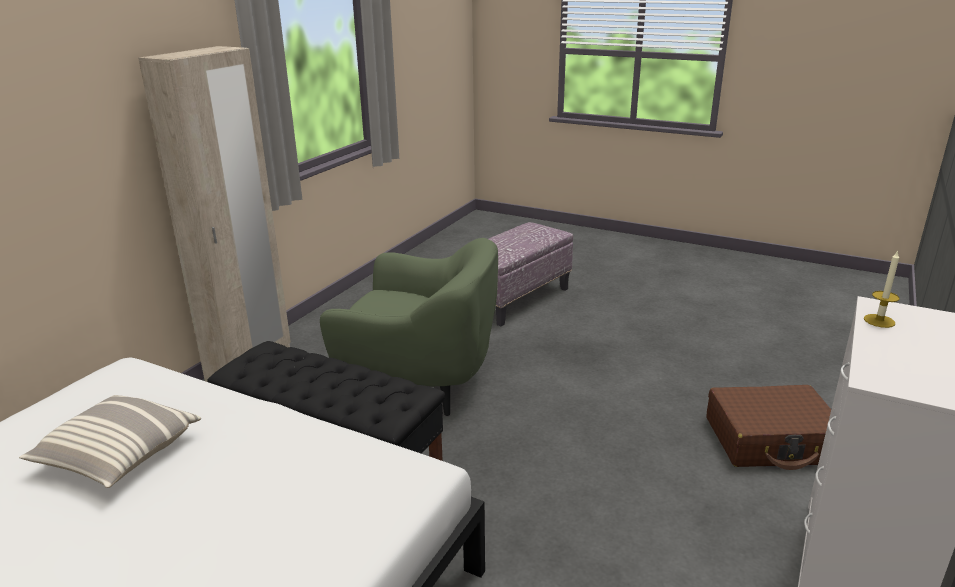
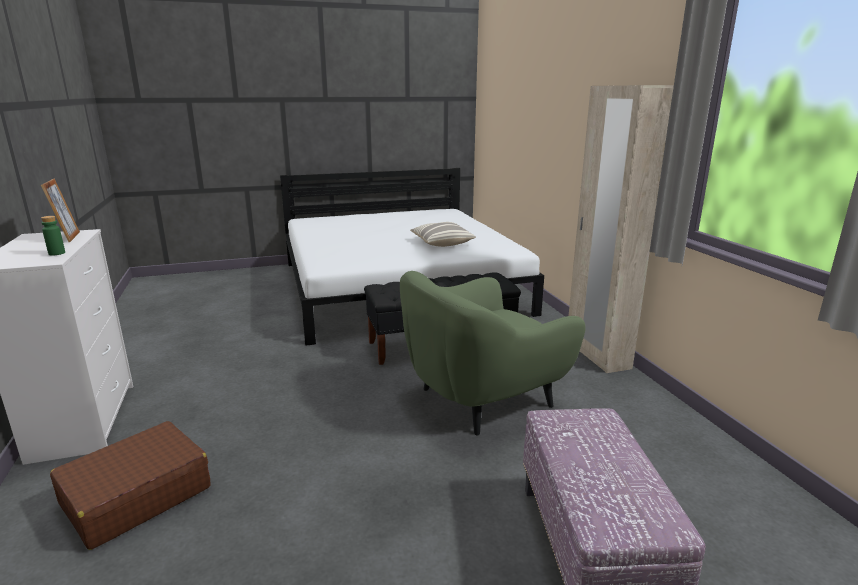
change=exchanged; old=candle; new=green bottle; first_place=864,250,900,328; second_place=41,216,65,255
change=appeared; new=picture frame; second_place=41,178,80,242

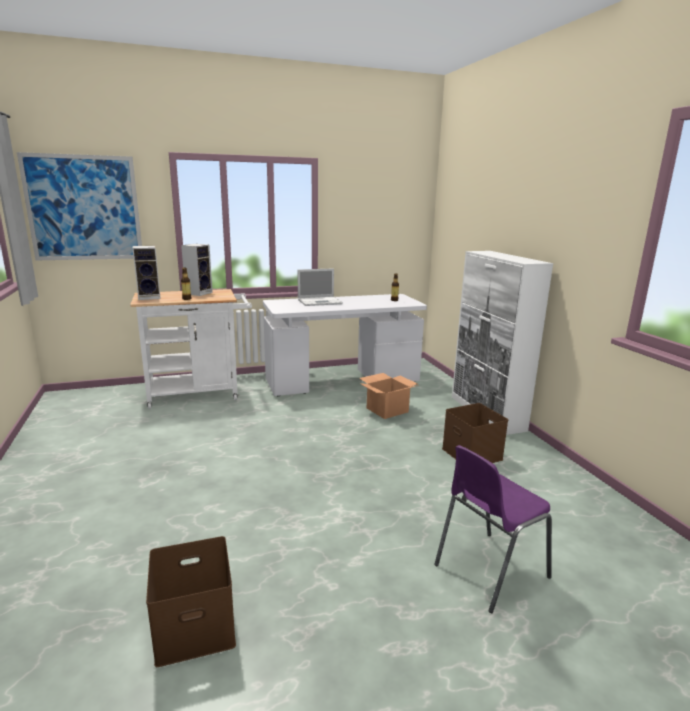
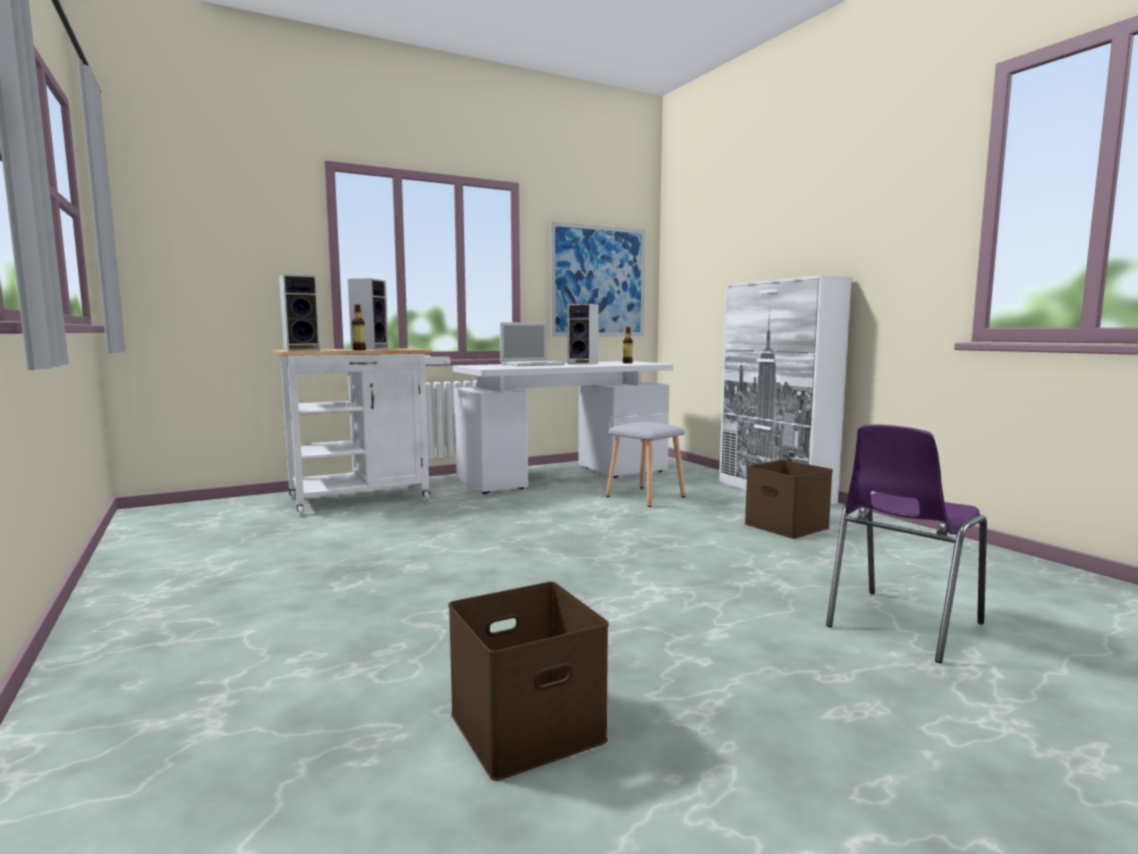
change=relocated; old=picture; first_place=17,152,142,260; second_place=550,221,646,337
change=exchanged; old=cardboard box; new=grey stool; first_place=359,373,419,419; second_place=606,422,686,507
change=appeared; new=speaker; second_place=568,304,599,365

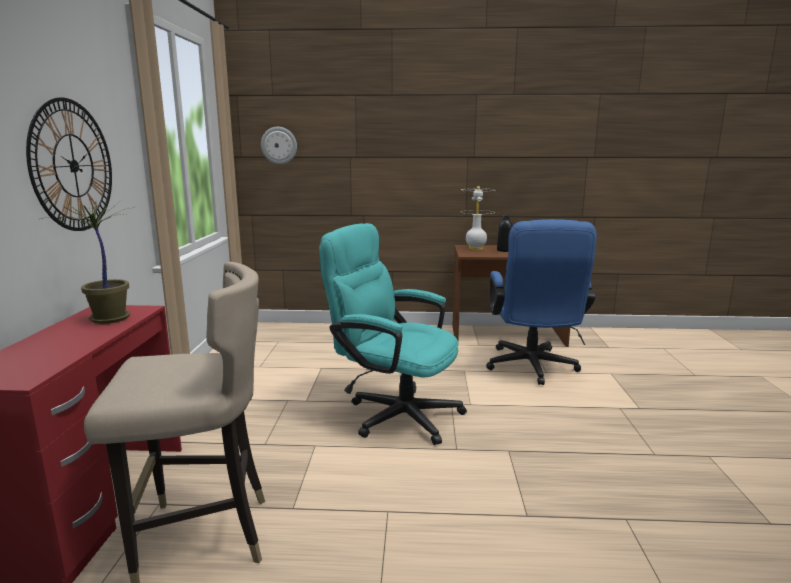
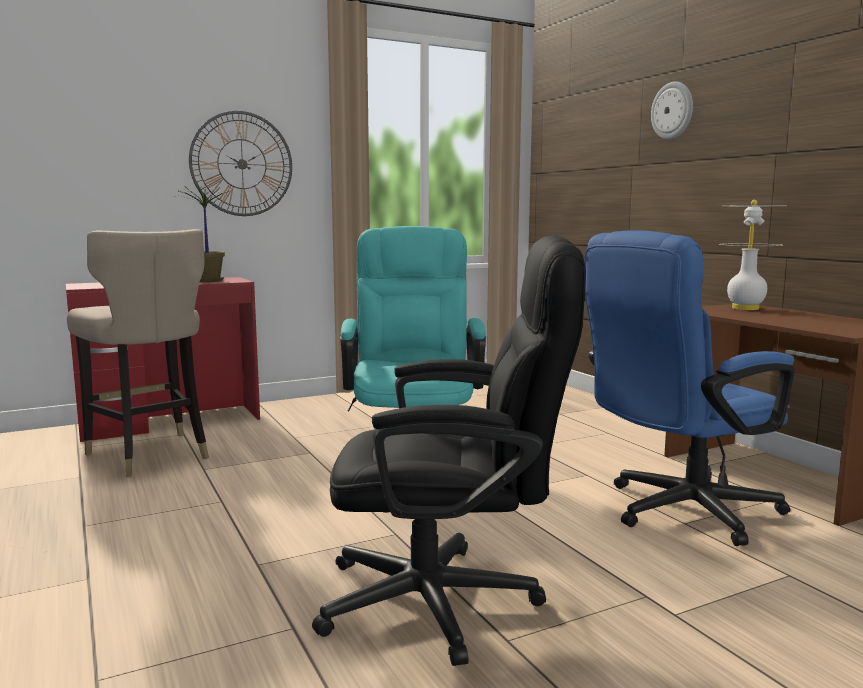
change=relocated; old=wall clock; first_place=261,127,297,164; second_place=651,81,693,139
change=missing; old=black bottle; first_place=497,215,513,252
change=appeared; new=black office chair; second_place=312,235,586,666

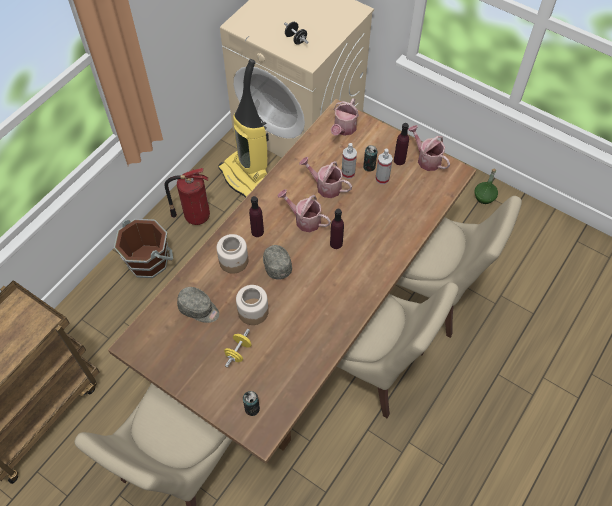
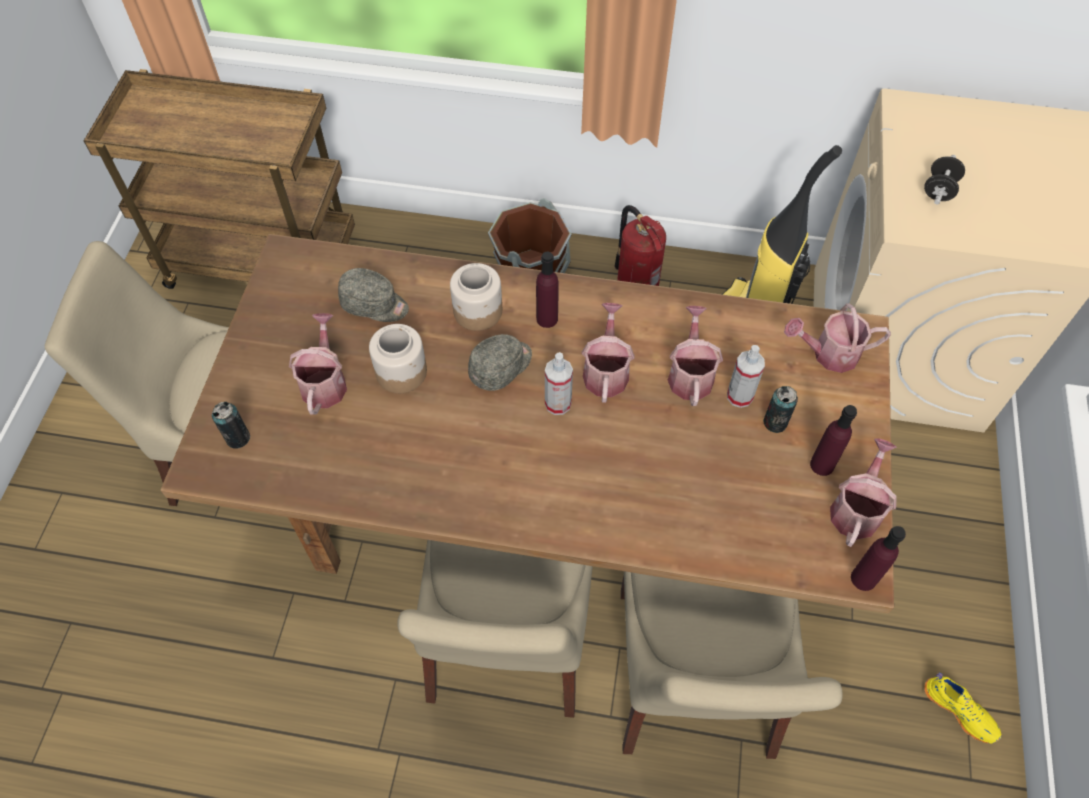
change=spun; old=grey cap; first_place=177,287,219,323; second_place=338,268,409,322; degrees=-75
change=exchanged; old=yellow dumbbell; new=watering can; first_place=224,329,252,367; second_place=289,313,347,415
change=relocated; old=purple bottle; first_place=330,209,344,249; second_place=851,526,906,591
change=relocated; old=spray bottle; first_place=375,149,393,184; second_place=545,352,573,415
change=exchanged; old=green bottle; new=yellow shoe; first_place=475,169,498,204; second_place=924,673,1002,744

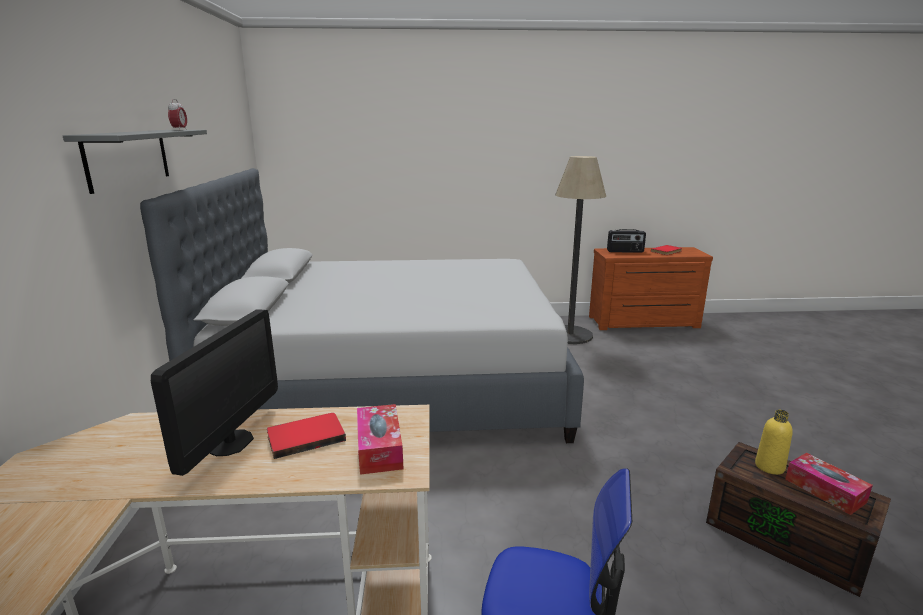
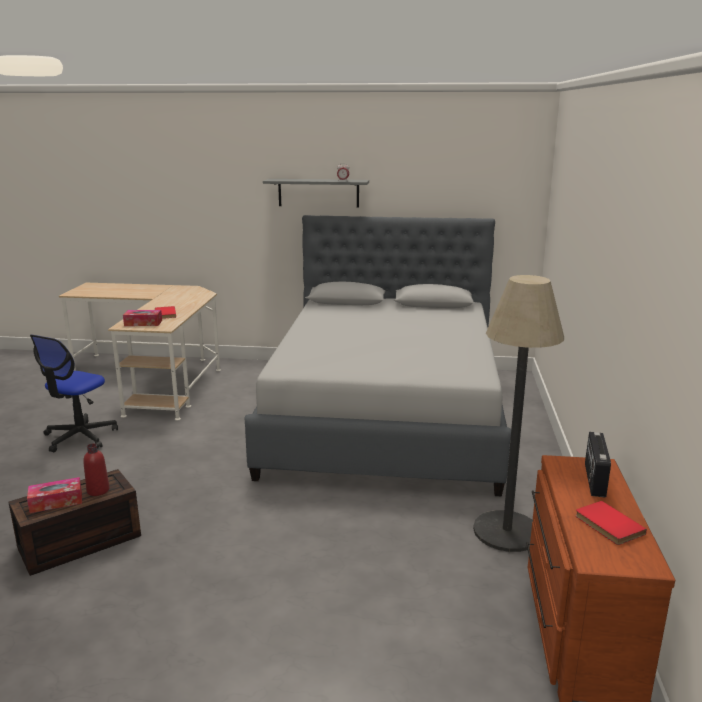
change=missing; old=monitor; first_place=151,309,278,476
change=colour; old=yellow bottle; new=red bottle; first_place=755,410,793,475; second_place=83,444,110,496

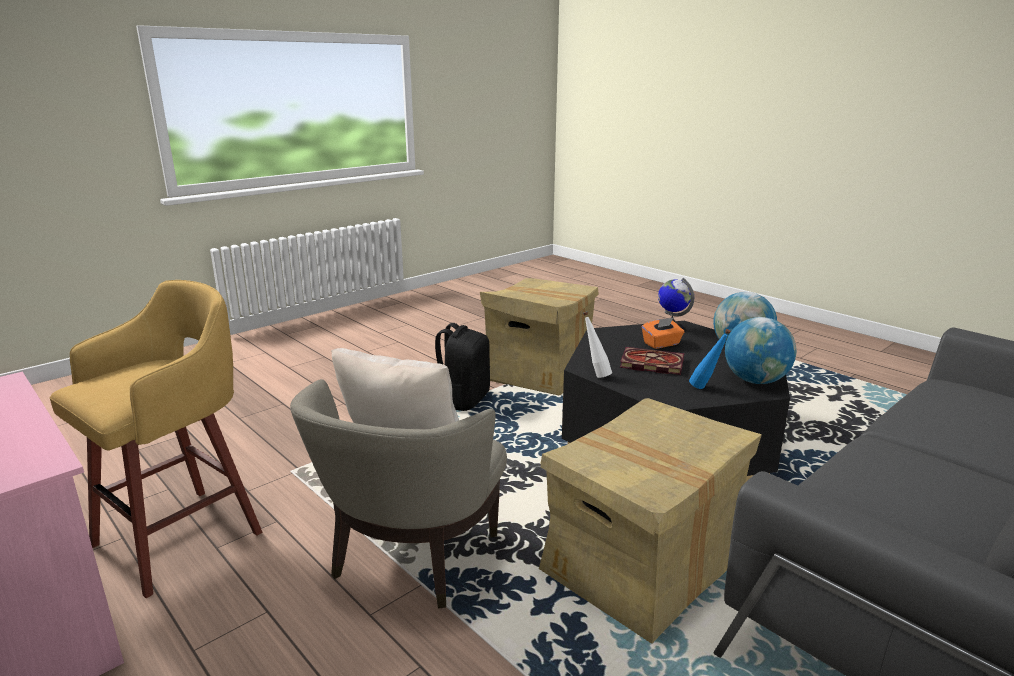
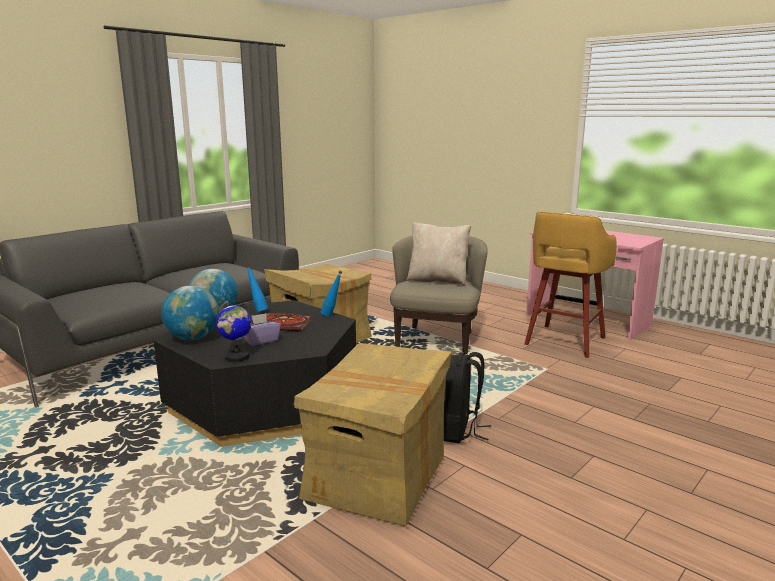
change=colour; old=white bottle; new=blue bottle; first_place=583,312,612,378; second_place=321,270,342,317
change=colour; old=orange tissue box; new=purple tissue box; first_place=642,317,684,349; second_place=244,313,281,346

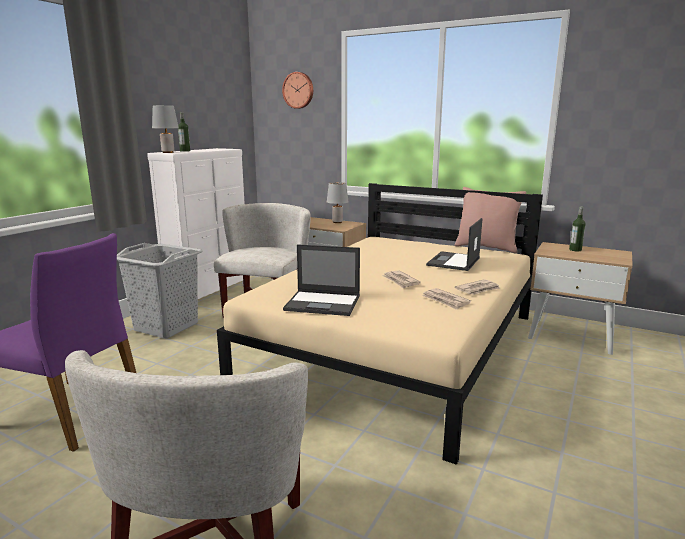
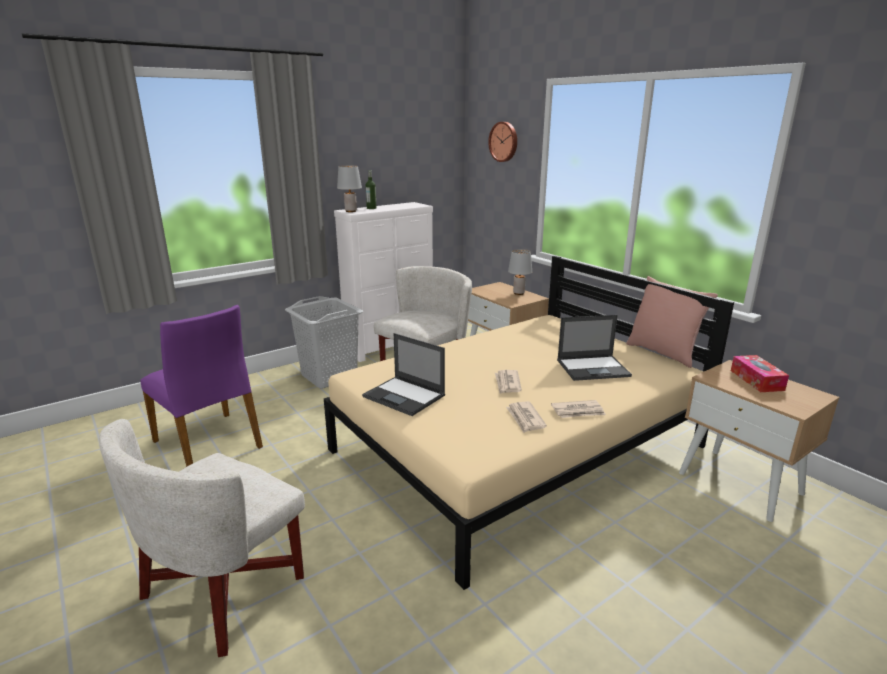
change=spun; old=laptop; first_place=426,218,482,271; second_place=557,315,632,381; degrees=-150
change=exchanged; old=bottle; new=tissue box; first_place=569,206,586,251; second_place=731,355,789,392

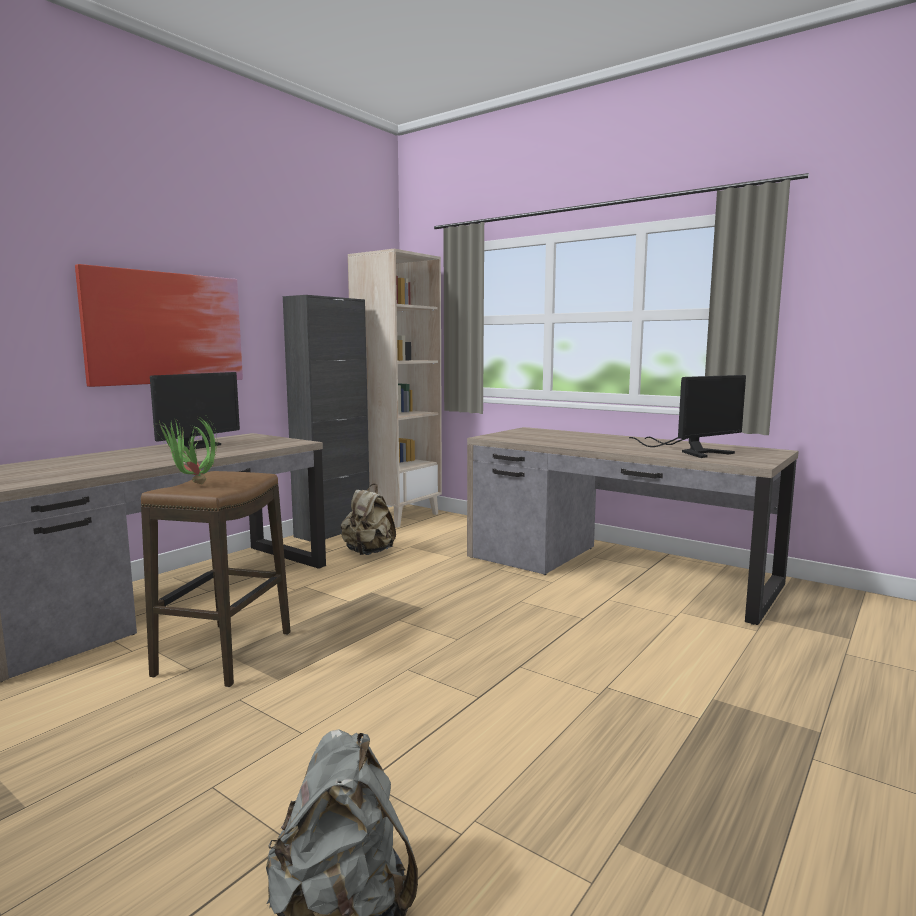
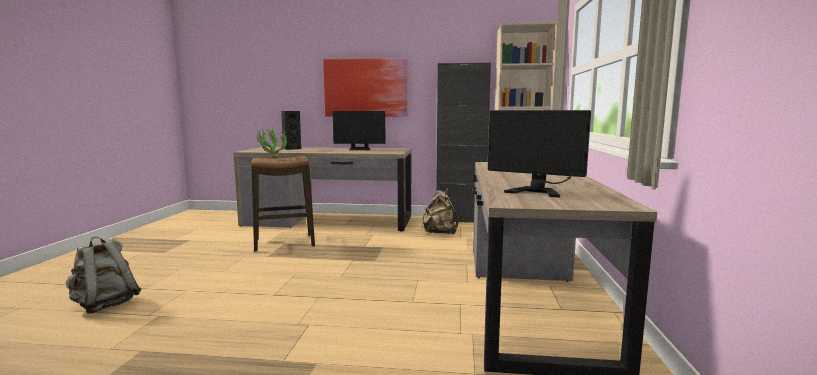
change=appeared; new=black speaker; second_place=281,111,301,150

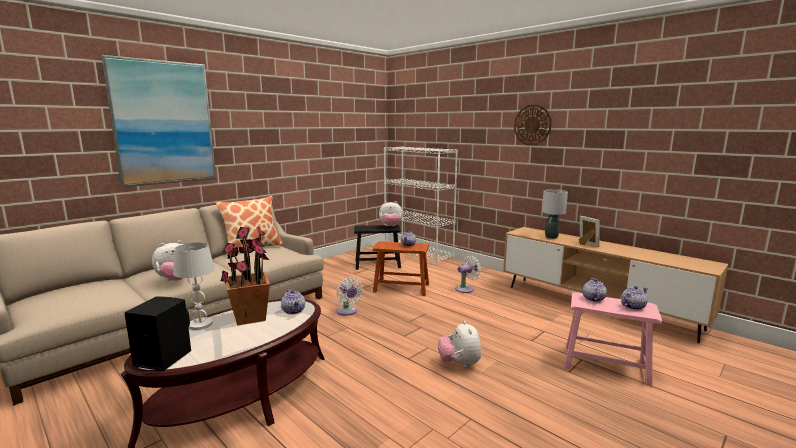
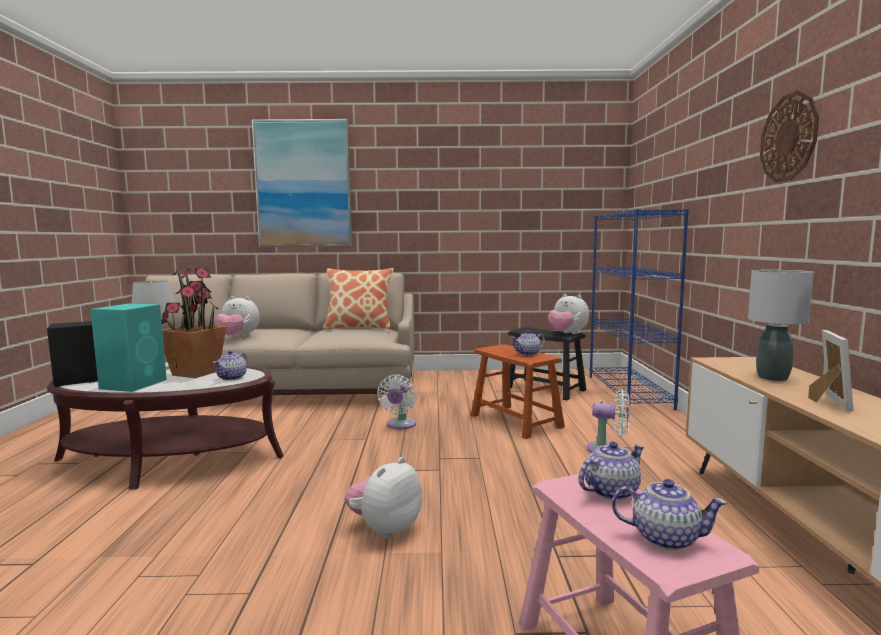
change=colour; old=white bookcase; new=blue bookcase; first_place=384,146,458,266; second_place=589,209,689,410
change=appeared; new=turquoise speaker; second_place=90,304,167,392

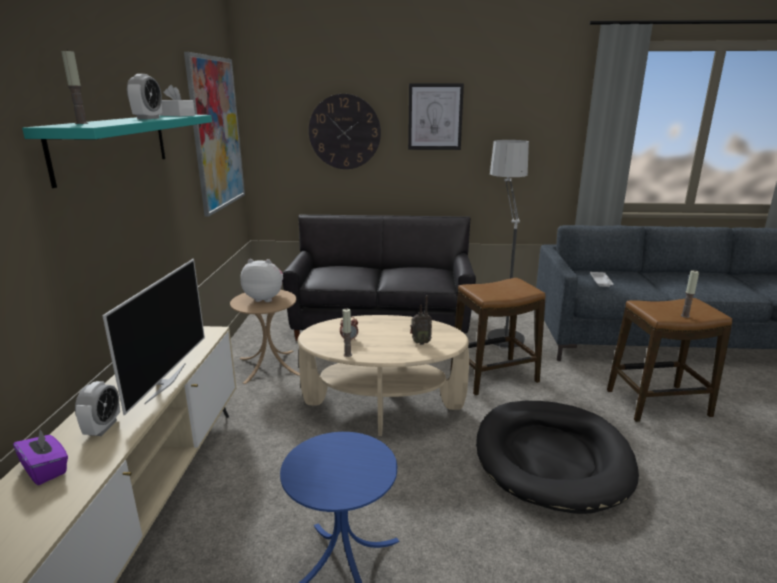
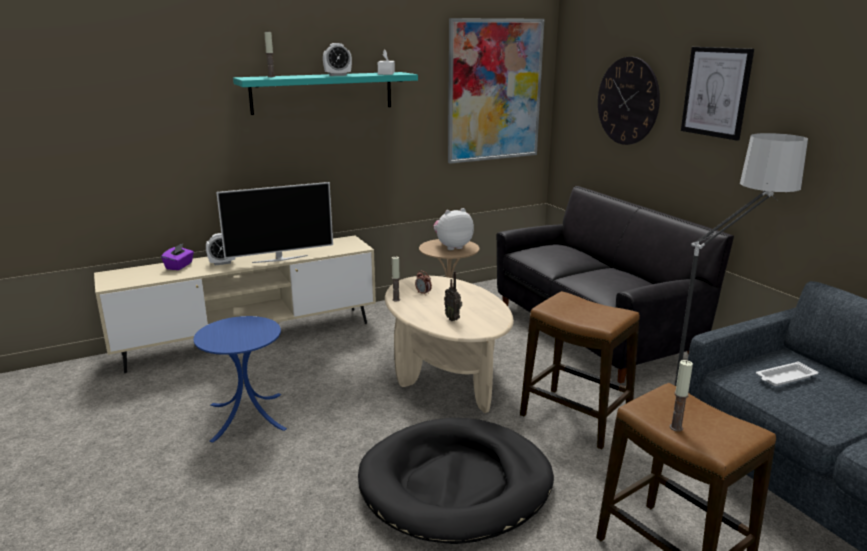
change=spun; old=plush toy; first_place=240,259,283,302; second_place=434,208,474,250; degrees=-90

